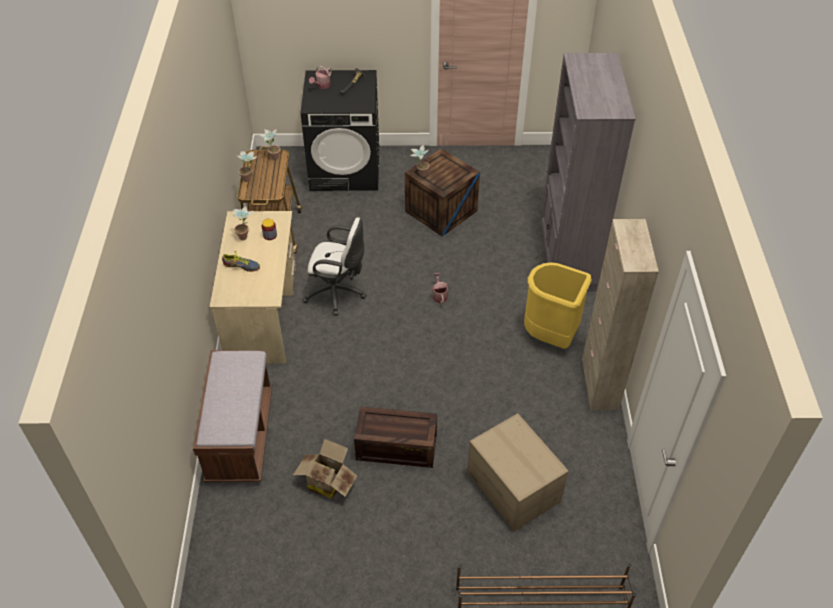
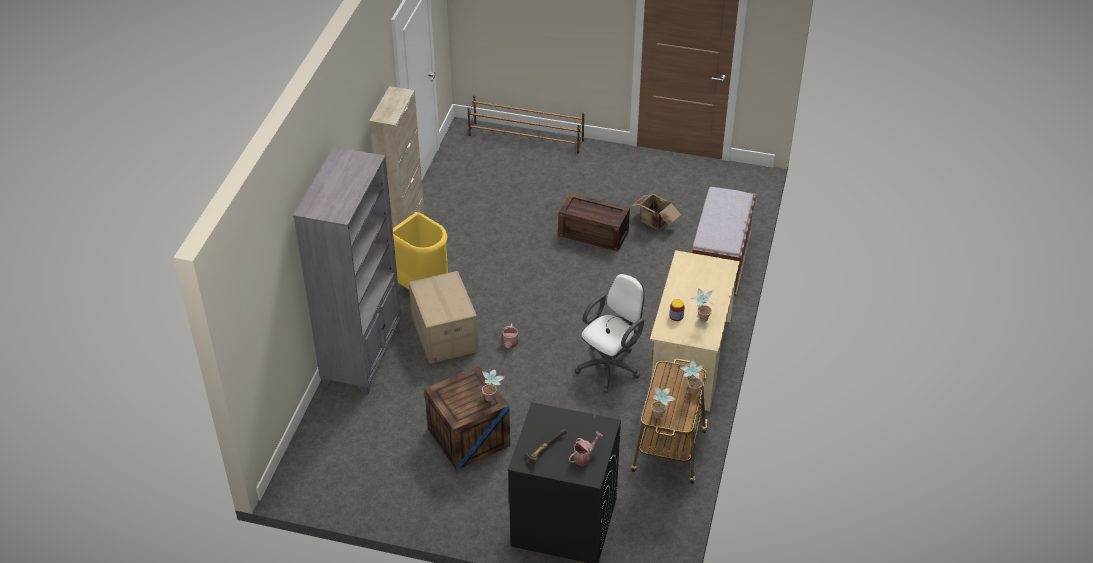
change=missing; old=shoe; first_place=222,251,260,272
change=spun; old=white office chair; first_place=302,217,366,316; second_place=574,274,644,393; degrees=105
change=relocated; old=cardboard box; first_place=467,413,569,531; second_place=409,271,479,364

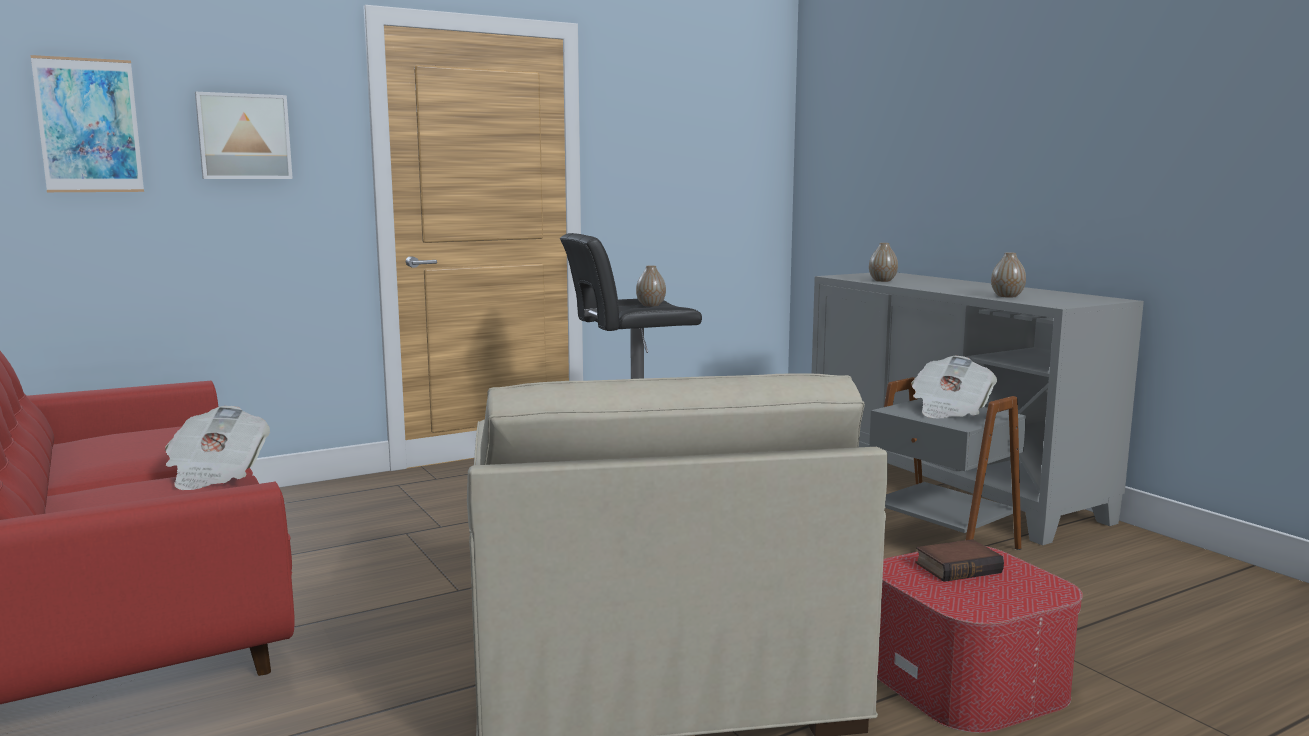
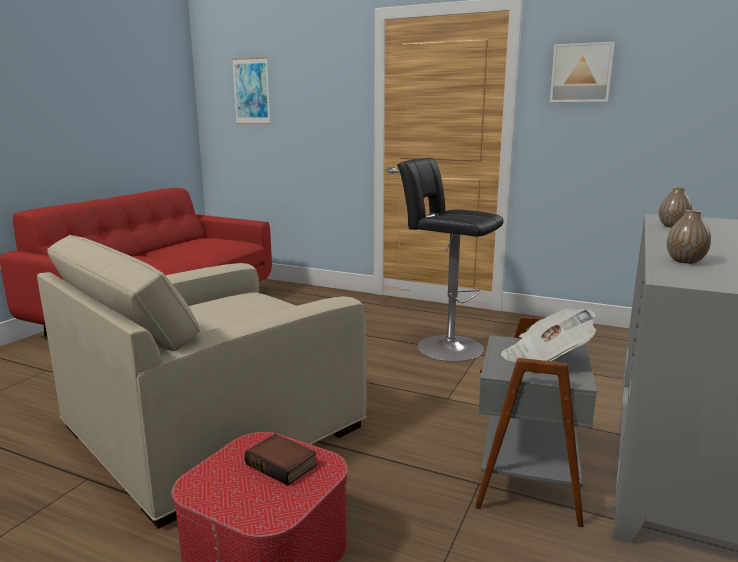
change=missing; old=newspaper; first_place=165,406,270,490
change=relocated; old=picture; first_place=195,92,293,179; second_place=550,42,615,102
change=missing; old=vase; first_place=636,265,666,307

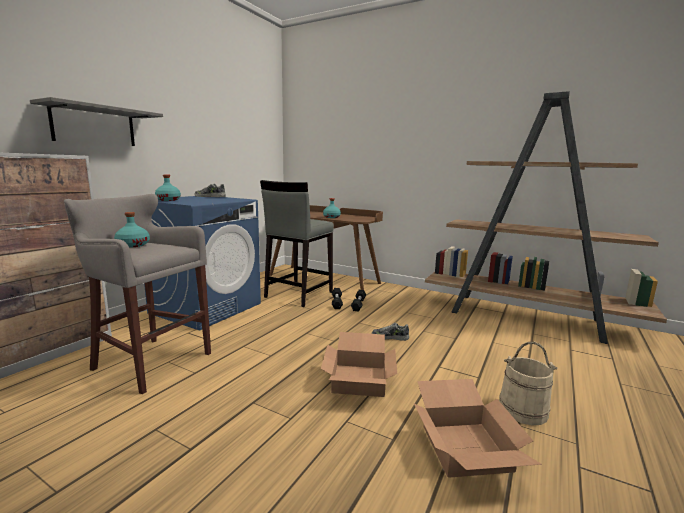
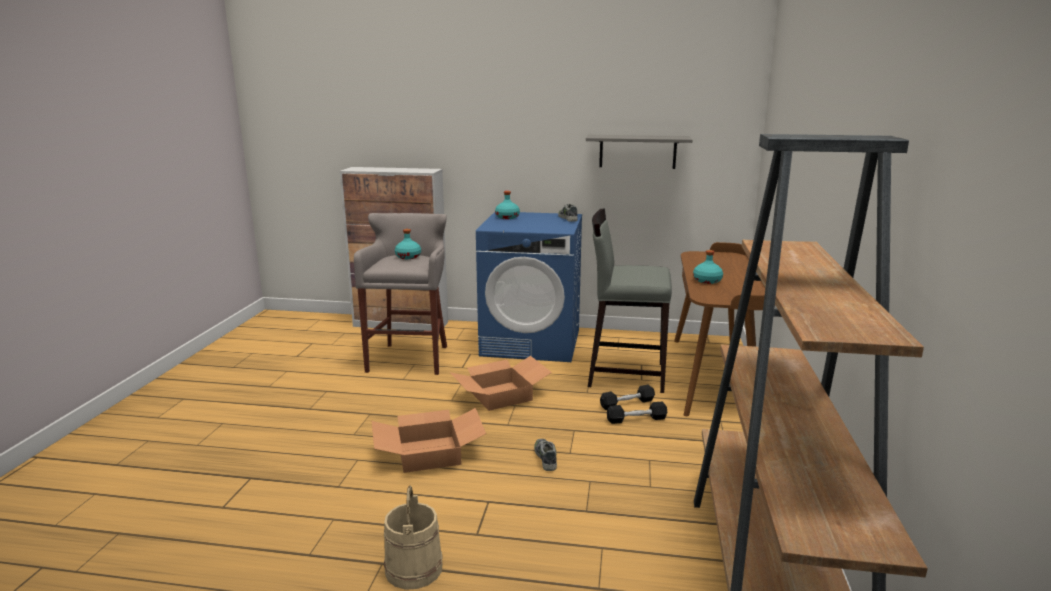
change=relocated; old=grey shelf; first_place=30,97,163,146; second_place=586,135,692,169
change=relocated; old=cardboard box; first_place=414,379,542,478; second_place=450,356,552,411

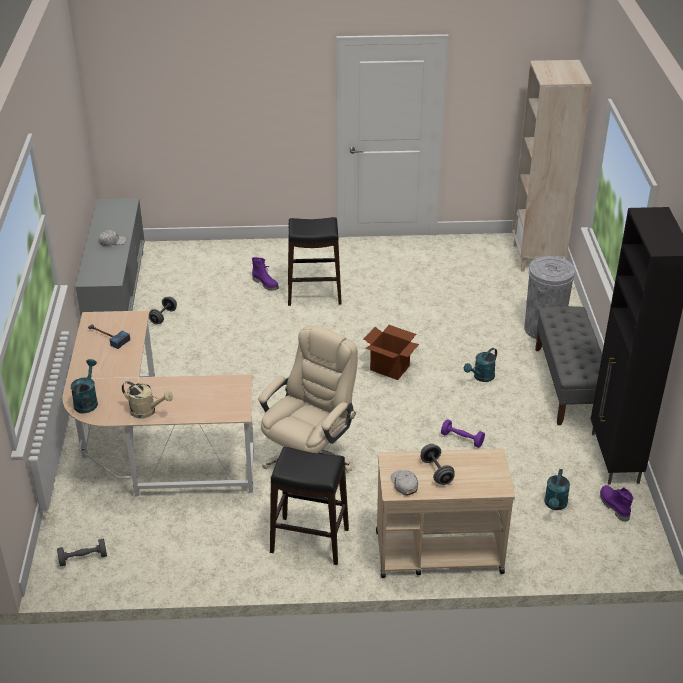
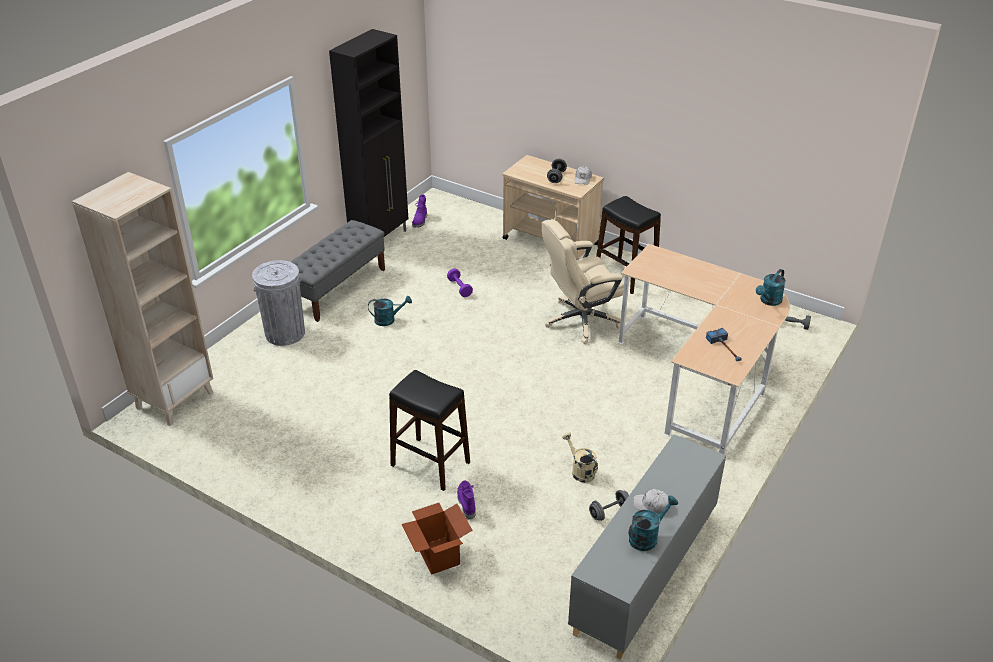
change=relocated; old=beige watering can; first_place=122,381,173,418; second_place=562,433,598,483
change=relocated; old=cardboard box; first_place=364,325,419,380; second_place=402,503,473,575
change=relocated; old=turquoise watering can; first_place=544,469,570,510; second_place=628,496,678,551

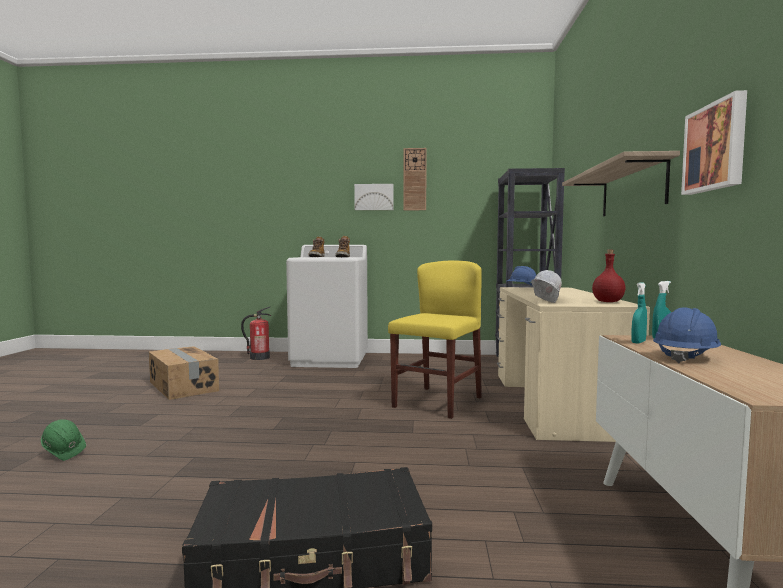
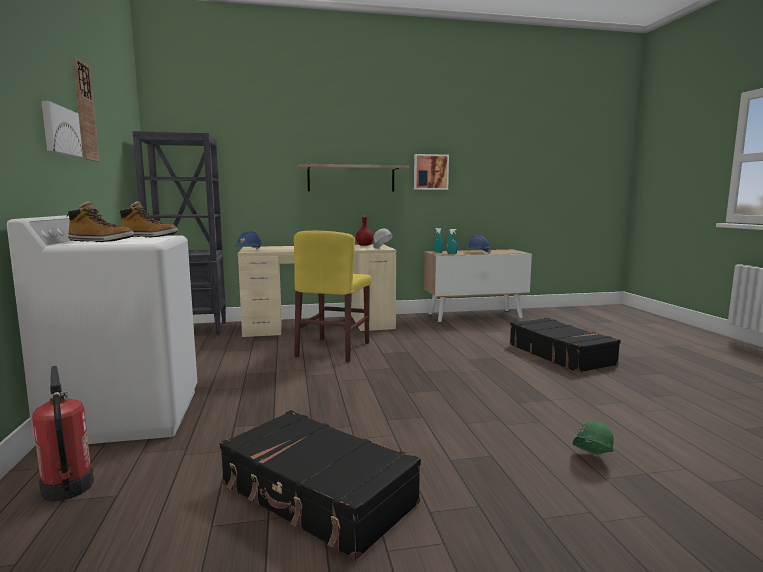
change=exchanged; old=cardboard box; new=black suitcase; first_place=149,346,219,400; second_place=220,410,421,560
change=spun; old=yellow chair; first_place=388,261,482,419; second_place=294,231,372,362; degrees=-90

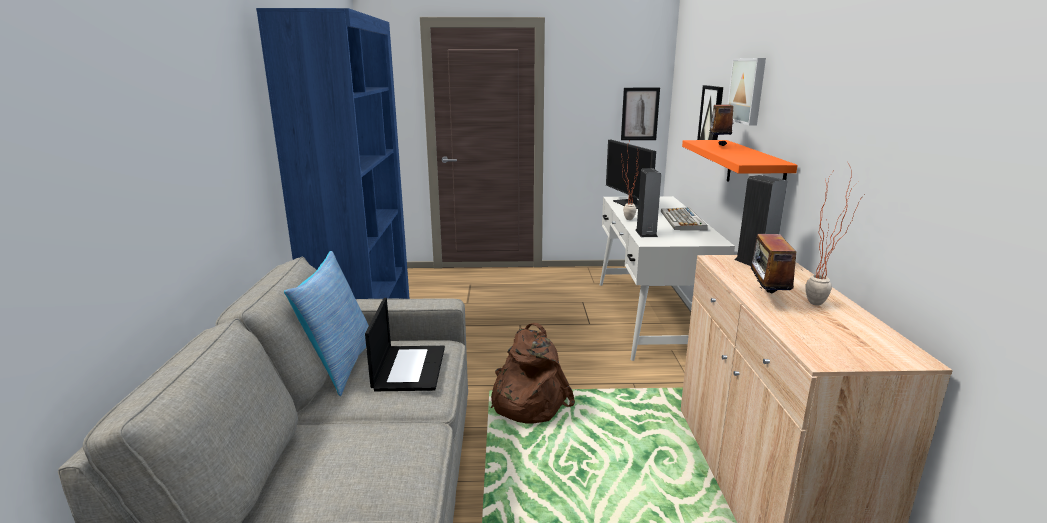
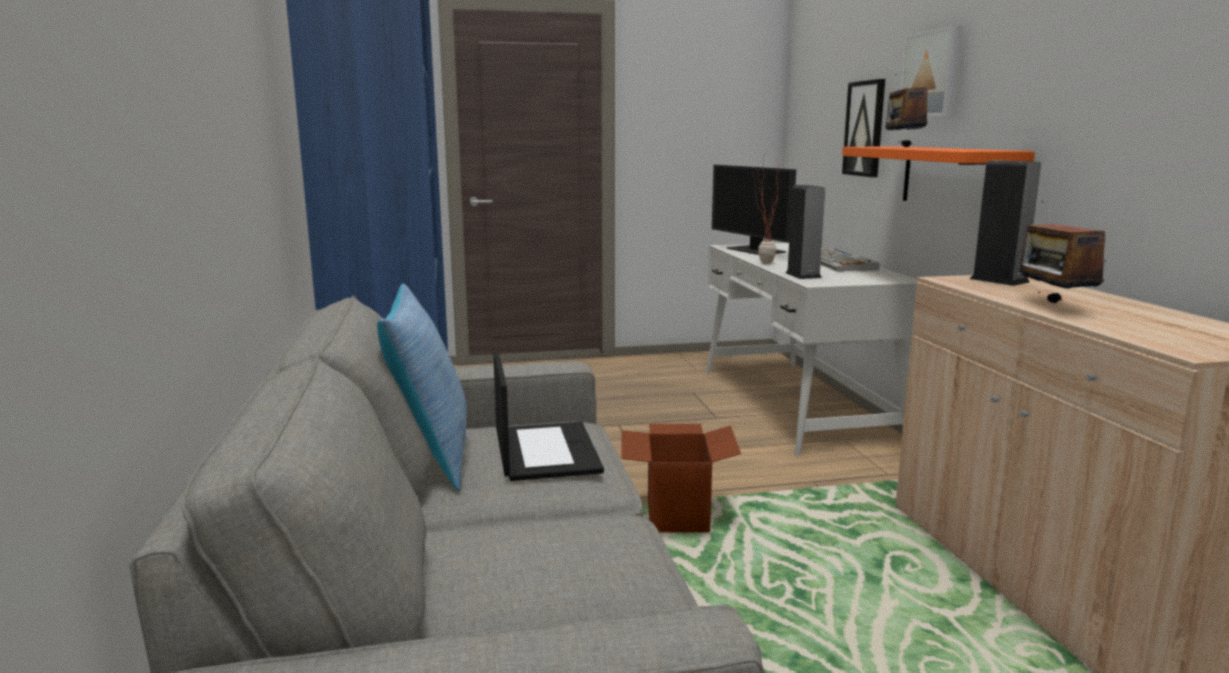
change=exchanged; old=brown backpack; new=cardboard box; first_place=490,323,575,424; second_place=621,424,741,533
change=missing; old=picture; first_place=621,88,660,140
change=missing; old=potted plant; first_place=806,163,864,306

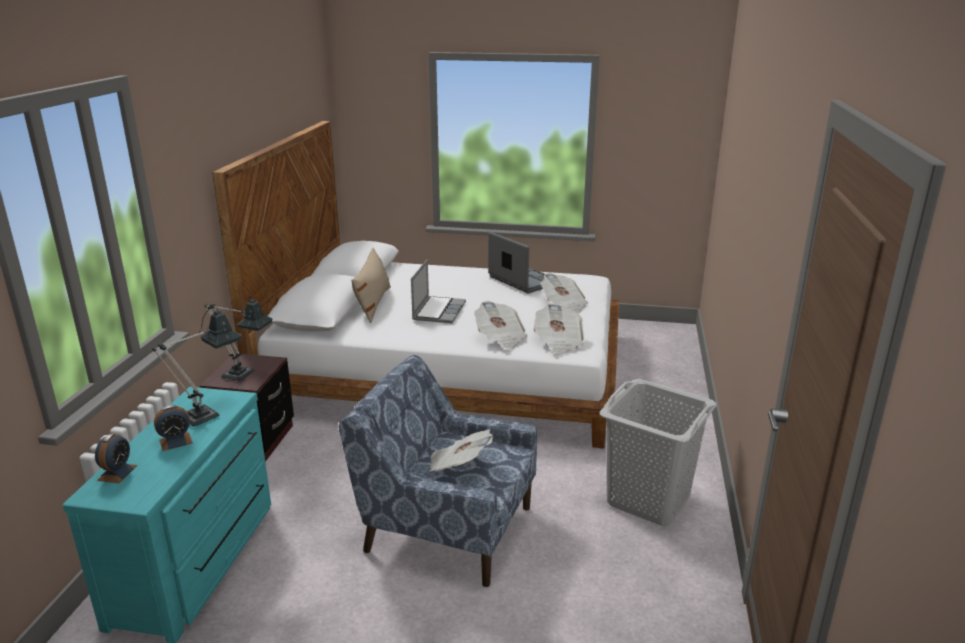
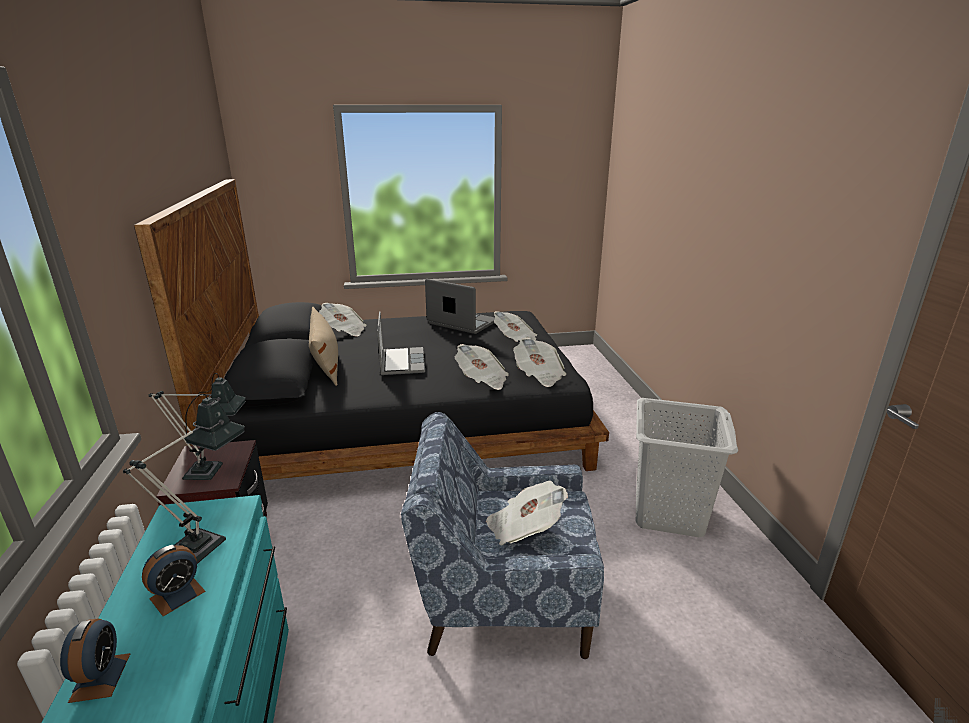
change=colour; old=white bed; new=black bed; first_place=212,121,619,448; second_place=134,179,609,480
change=appeared; new=newspaper; second_place=319,303,366,336

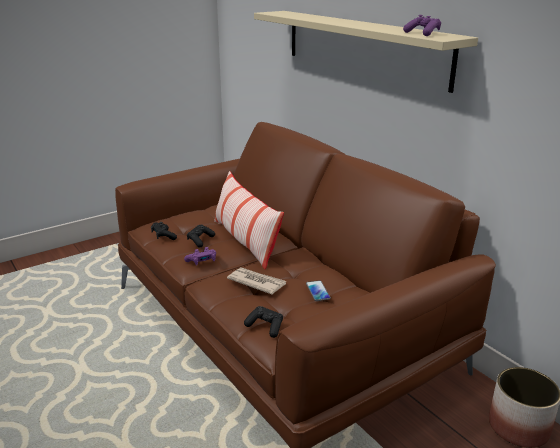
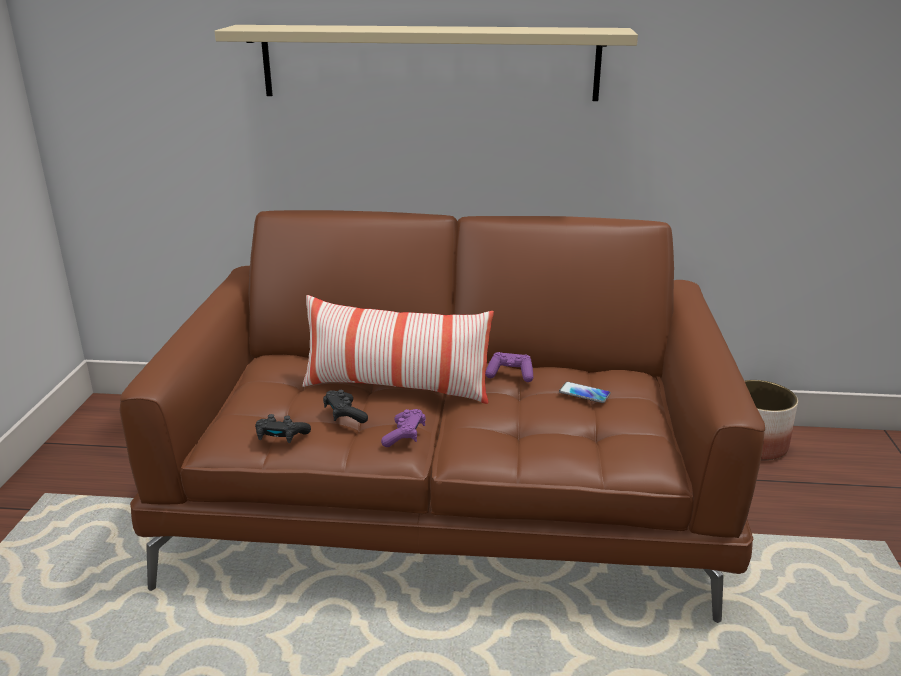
change=missing; old=newspaper; first_place=227,267,286,294
change=missing; old=black game controller; first_place=244,306,283,338
change=relocated; old=purple game controller; first_place=403,15,441,36; second_place=485,352,533,382

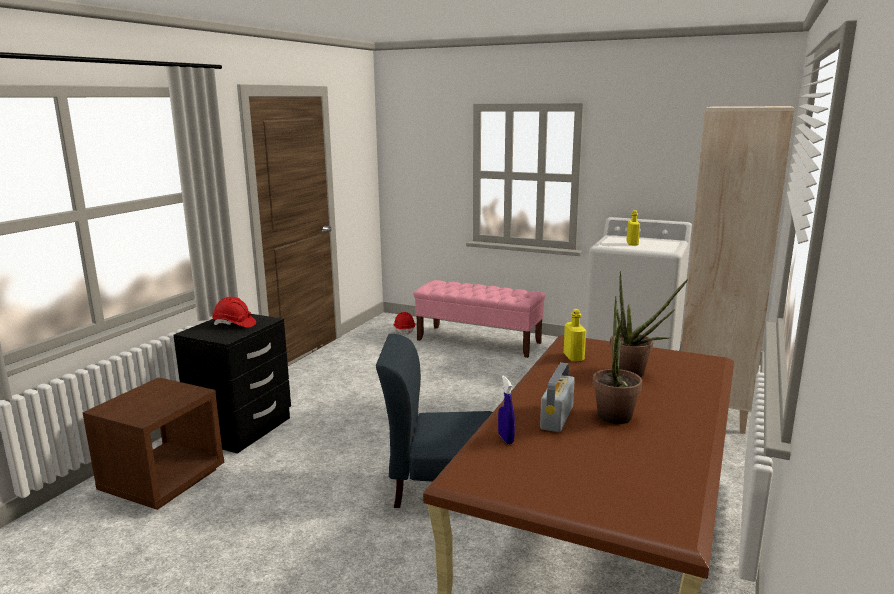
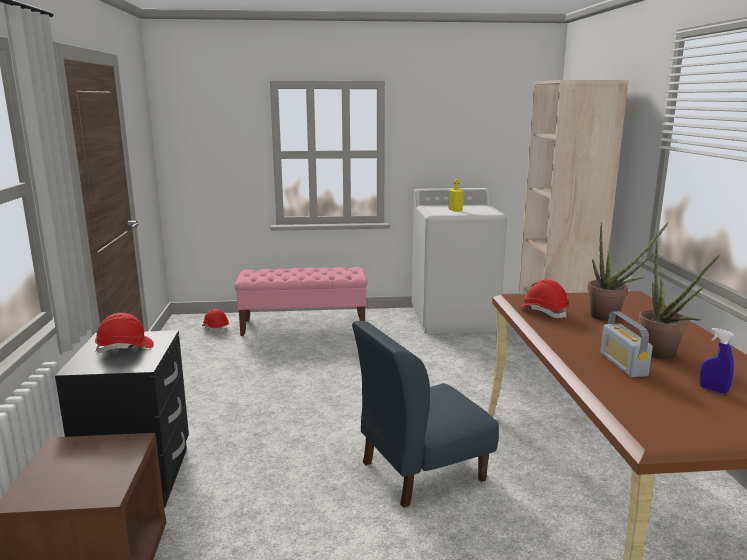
change=relocated; old=blue spray bottle; first_place=498,376,515,444; second_place=700,328,734,394
change=exchanged; old=yellow bottle; new=red hard hat; first_place=564,309,586,362; second_place=520,279,569,318

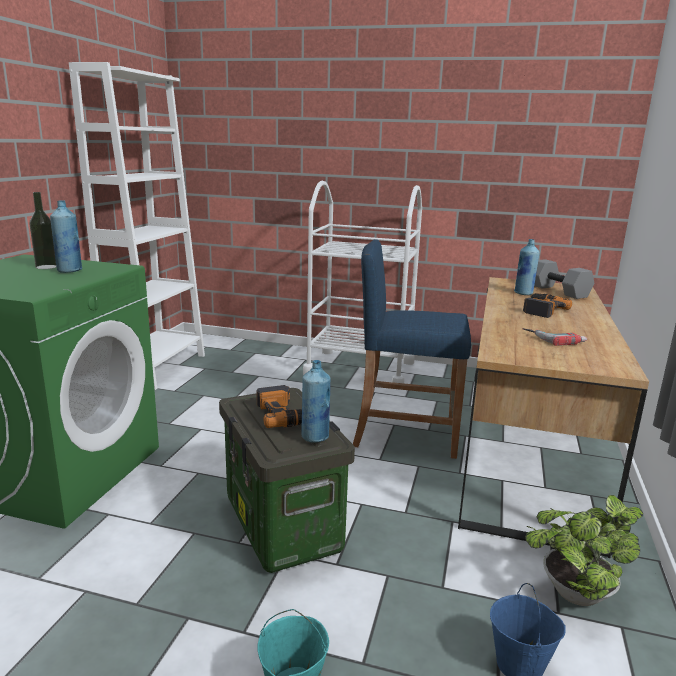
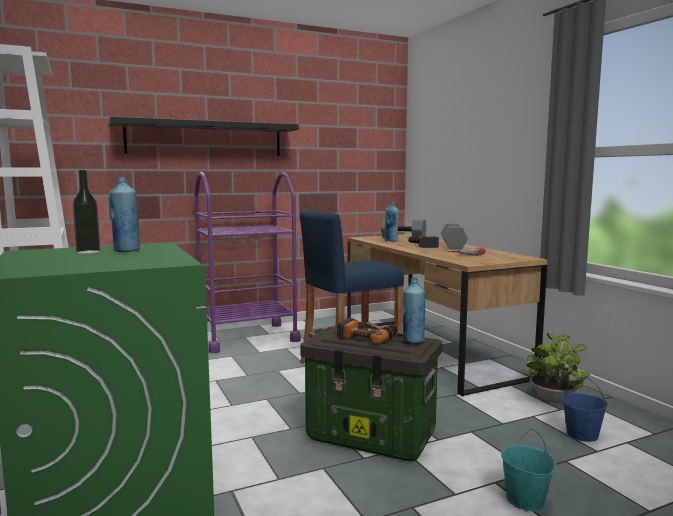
change=colour; old=white cart; new=purple cart; first_place=303,181,422,383; second_place=194,172,301,353
change=appeared; new=black shelf; second_place=109,117,299,156
change=appeared; new=grey dumbbell; second_place=441,223,468,249

